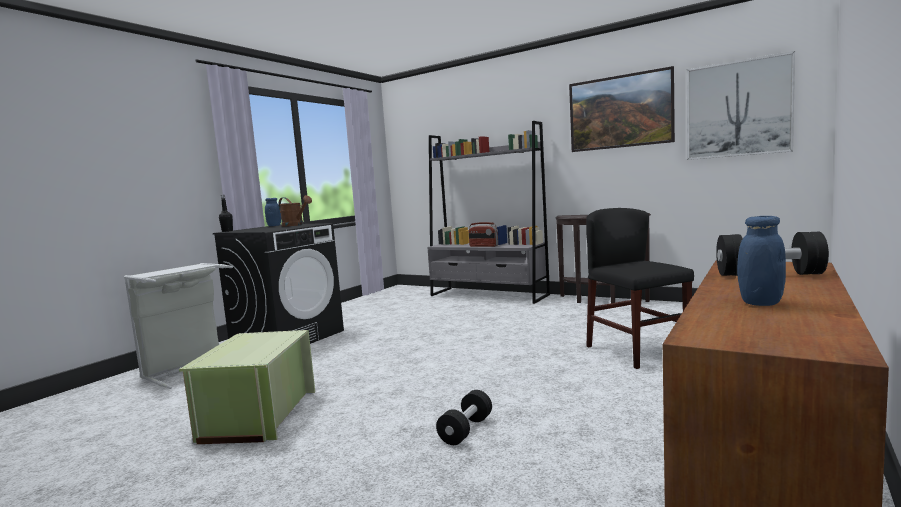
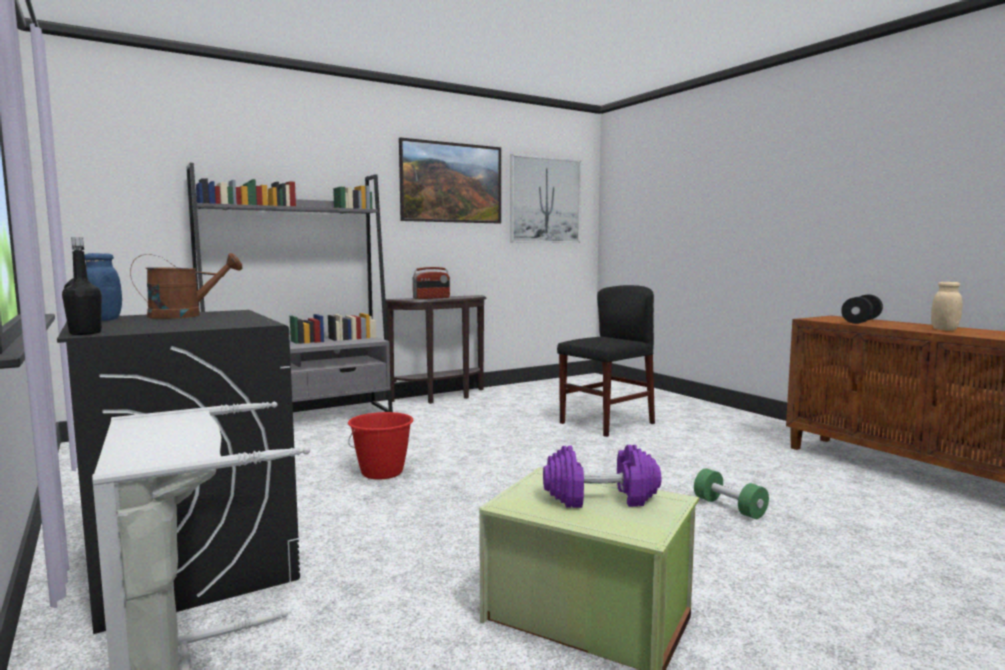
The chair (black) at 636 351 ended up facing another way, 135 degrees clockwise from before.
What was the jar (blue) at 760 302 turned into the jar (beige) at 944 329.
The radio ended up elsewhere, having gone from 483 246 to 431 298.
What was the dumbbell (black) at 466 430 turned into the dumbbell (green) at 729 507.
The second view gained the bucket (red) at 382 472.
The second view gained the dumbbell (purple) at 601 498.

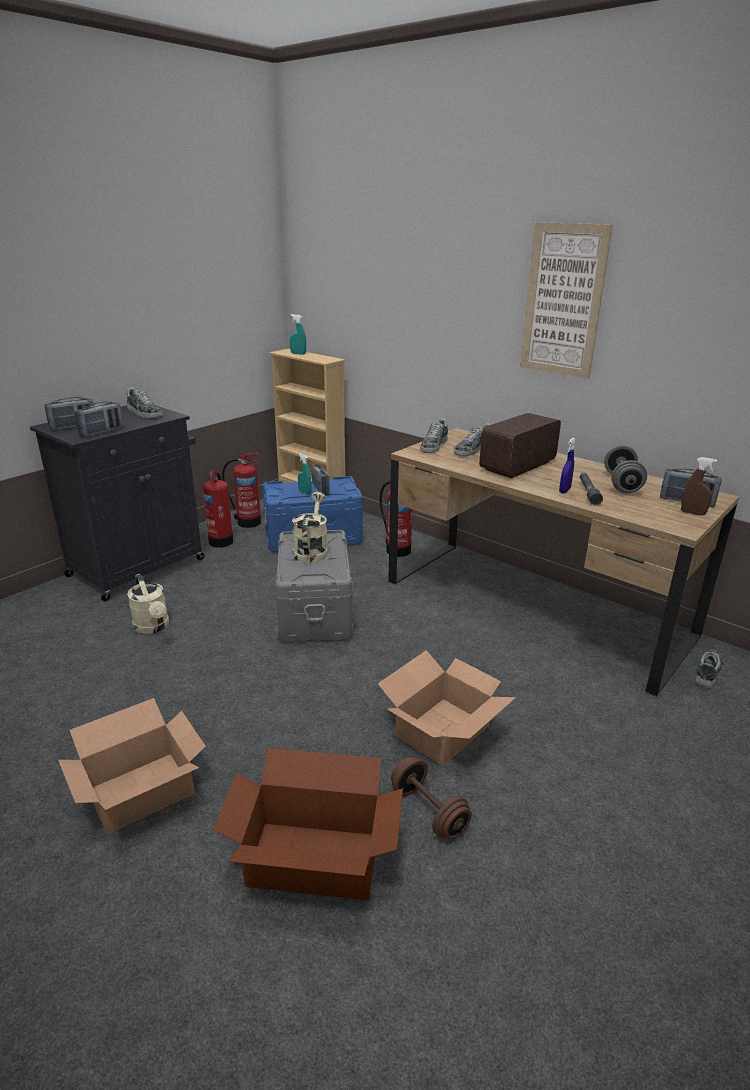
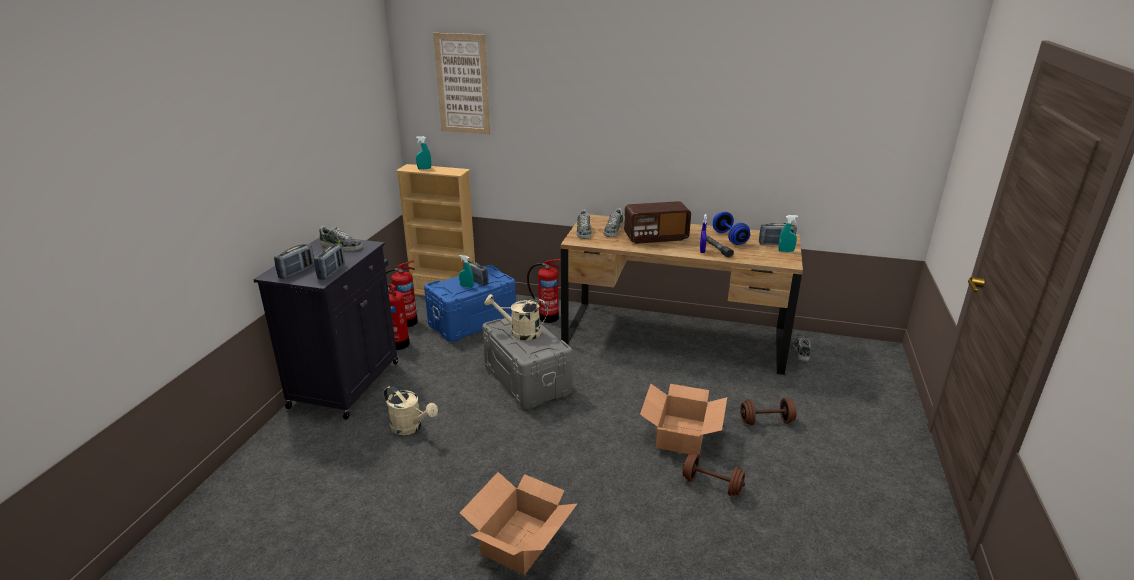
The picture ended up elsewhere, having gone from 563 301 to 462 84.
The radio at 518 466 ended up facing another way, 120 degrees counterclockwise from before.
What was the dumbbell (grey) at 622 483 turned into the dumbbell (blue) at 729 238.
What was the spray bottle (brown) at 693 513 turned into the spray bottle (turquoise) at 786 251.
The watering can (beige) at 311 550 ended up facing another way, 60 degrees counterclockwise from before.
The second view lost the cardboard box at 314 861.
The second view gained the dumbbell (brown) at 766 421.

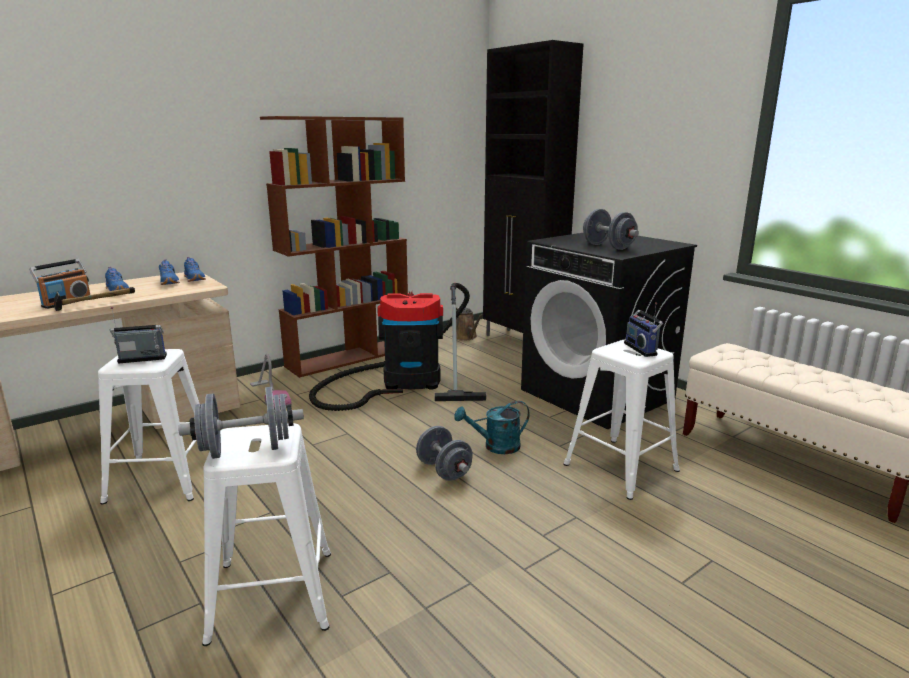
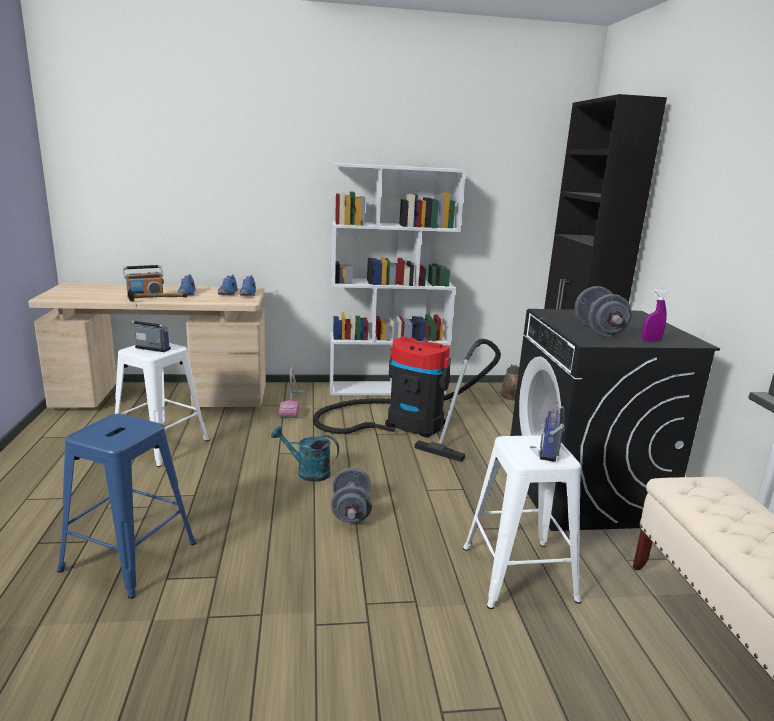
What was the bookcase (brown) at 349 357 turned into the bookcase (white) at 387 388.
The second view lost the dumbbell (grey) at 246 450.
The watering can (turquoise) ended up elsewhere, having gone from 495 447 to 307 472.
What was the stool (white) at 271 593 turned into the stool (blue) at 129 555.
The second view gained the spray bottle (purple) at 651 340.

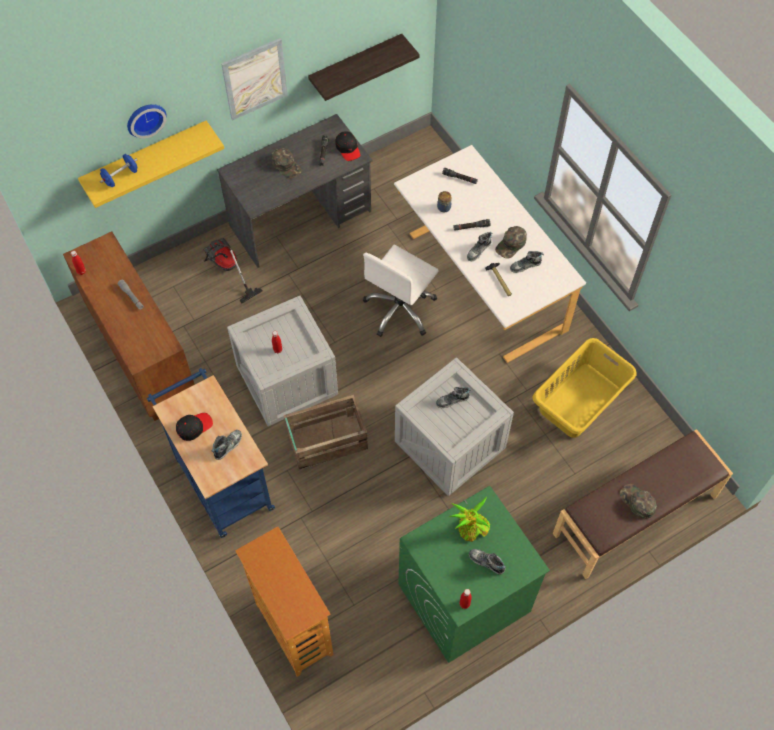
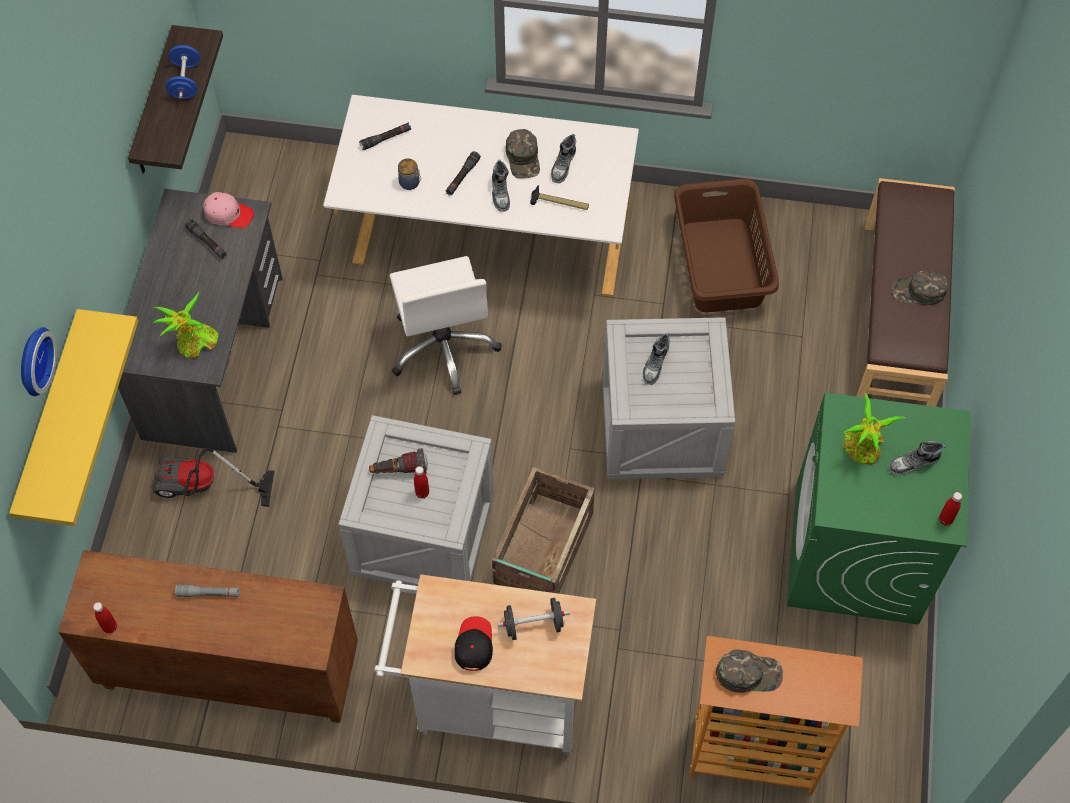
The second view lost the picture at 255 79.
What was the cap (black) at 348 148 turned into the cap (pink) at 228 214.
The cap (green) ended up elsewhere, having gone from 286 166 to 749 673.
The dumbbell (blue) ended up elsewhere, having gone from 120 177 to 185 81.
What was the laundry basket (yellow) at 580 400 turned into the laundry basket (brown) at 722 264.
What was the cart (blue) at 221 479 turned into the cart (white) at 490 701.
Where the shoe stood at 228 445, the dumbbell (black) came to stand at 533 625.
The second view gained the potted plant at 194 344.
The second view gained the flashlight at 399 470.

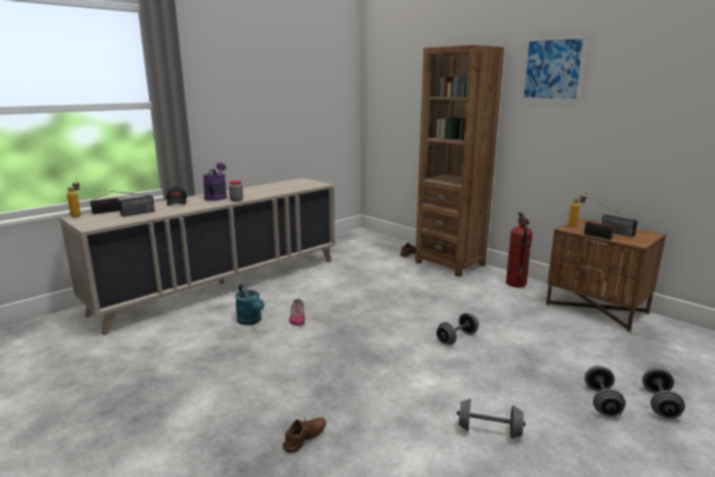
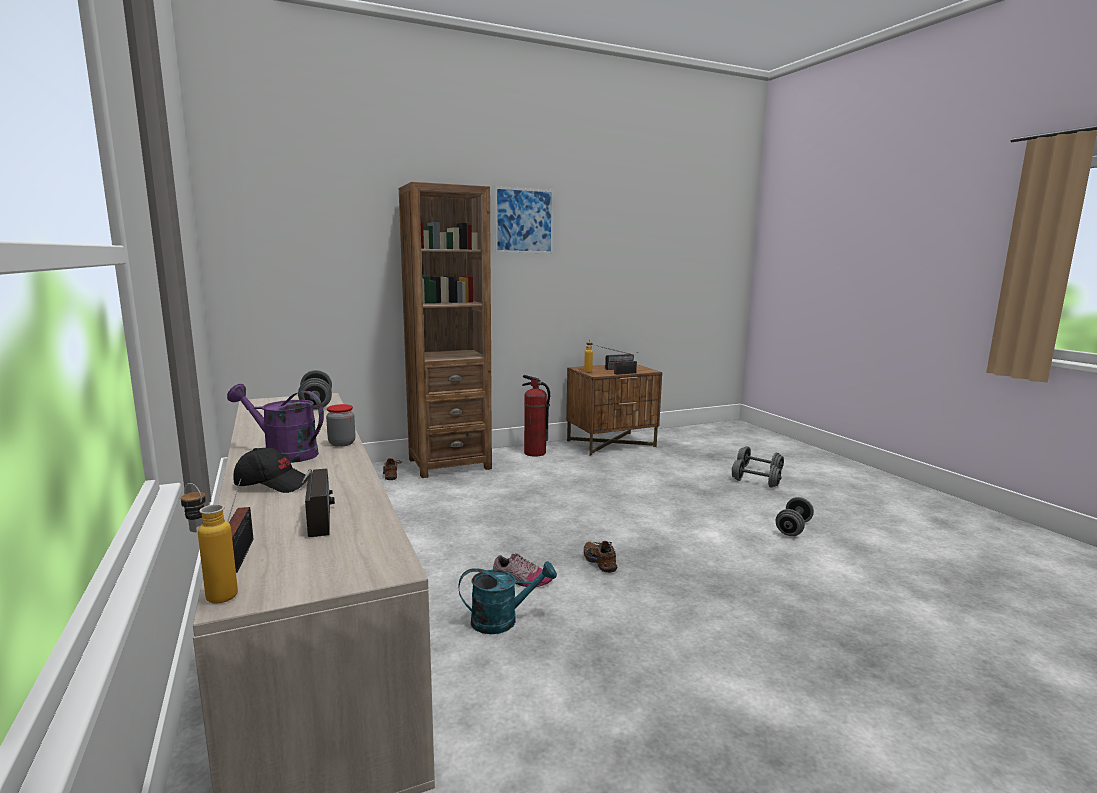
The dumbbell (grey) ended up elsewhere, having gone from 457 338 to 316 404.
The shoe (brown) ended up elsewhere, having gone from 305 440 to 601 562.

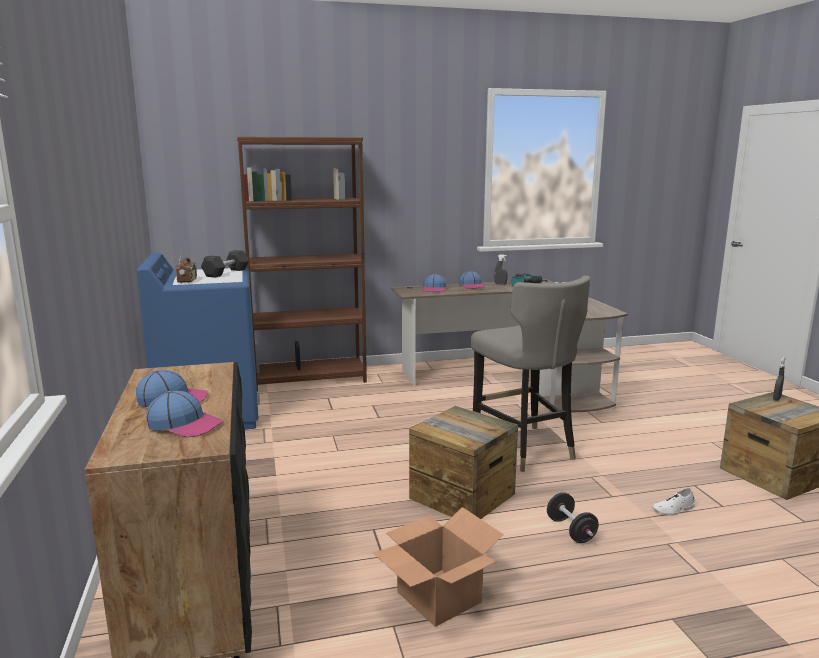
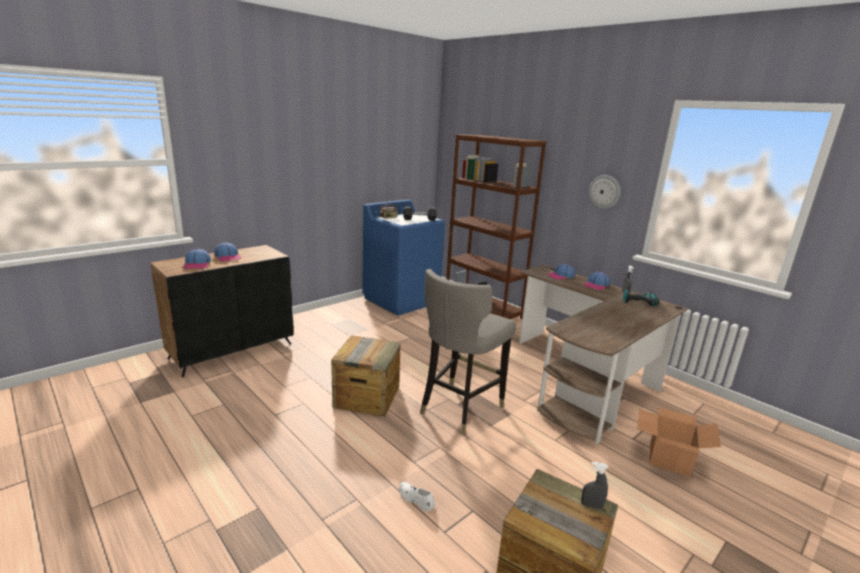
The second view lost the dumbbell (black) at 571 530.
The cardboard box ended up elsewhere, having gone from 440 597 to 669 459.
The second view gained the wall clock at 604 192.

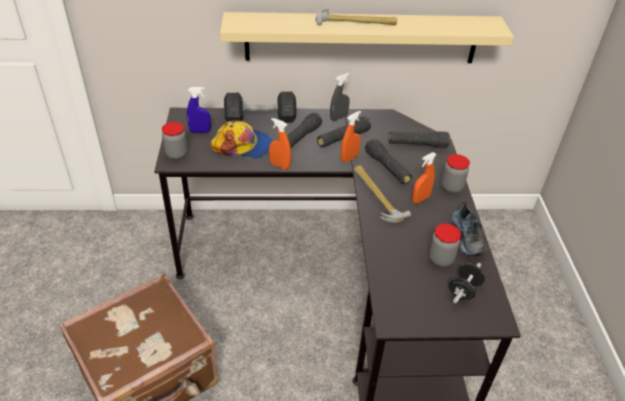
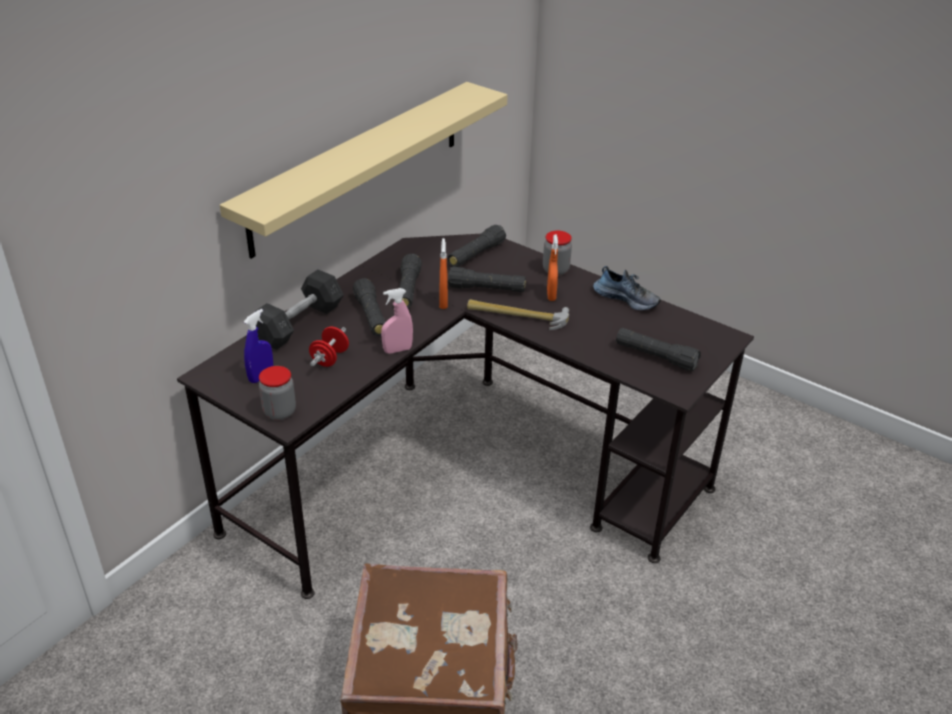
The second view lost the hammer at 355 22.
The second view lost the spray bottle (grey) at 338 118.
What was the spray bottle (orange) at 280 165 turned into the spray bottle (pink) at 397 350.
Where the cap stood at 242 145, the dumbbell (red) came to stand at 330 358.
The second view lost the jar at 440 259.
The second view lost the dumbbell (black) at 464 290.
The second view gained the flashlight (black) at 655 357.

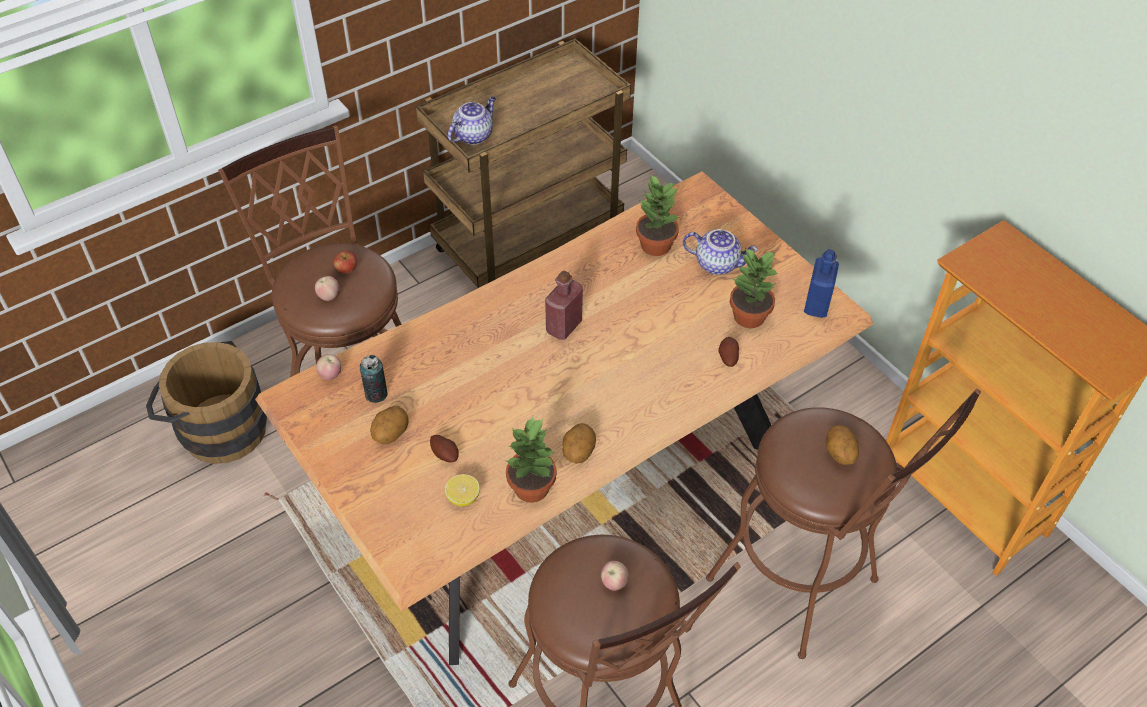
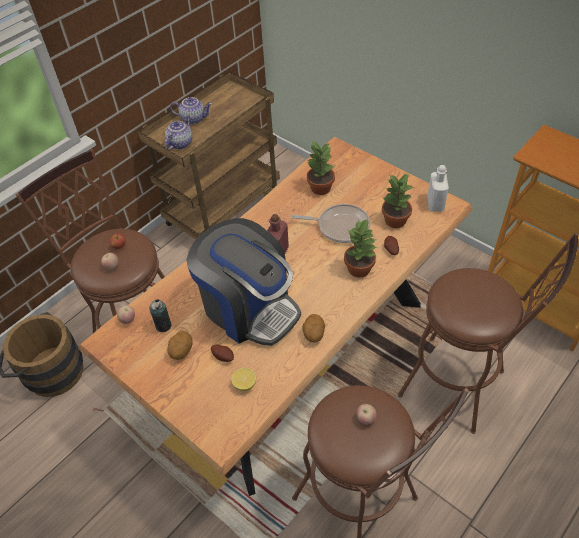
The teapot ended up elsewhere, having gone from 717 263 to 193 118.
What was the bottle (blue) at 817 305 turned into the bottle (white) at 435 204.
The potted plant ended up elsewhere, having gone from 532 488 to 359 269.
The second view lost the potato at 839 454.
The second view gained the frying pan at 340 226.
The second view gained the coffee machine at 249 308.

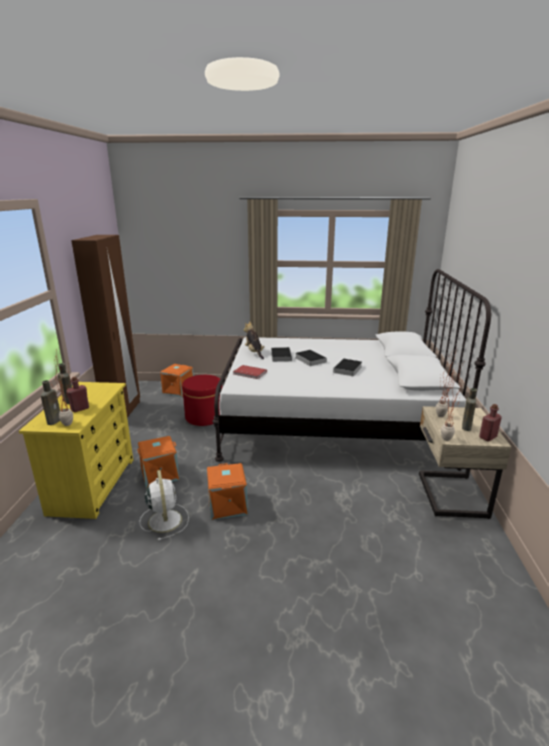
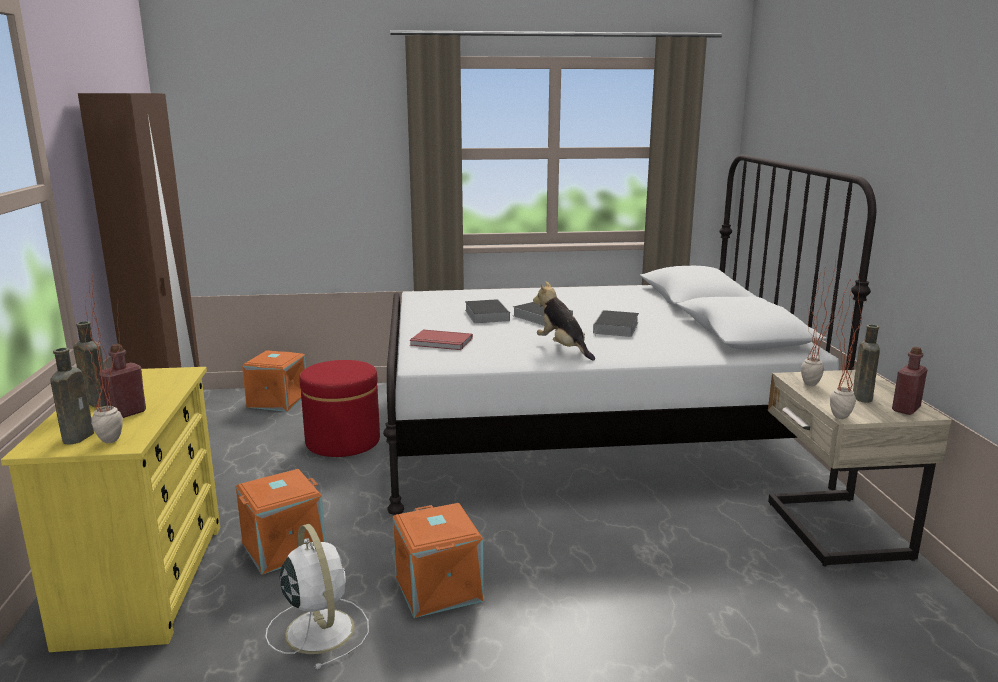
The plush toy ended up elsewhere, having gone from 254 352 to 563 348.

